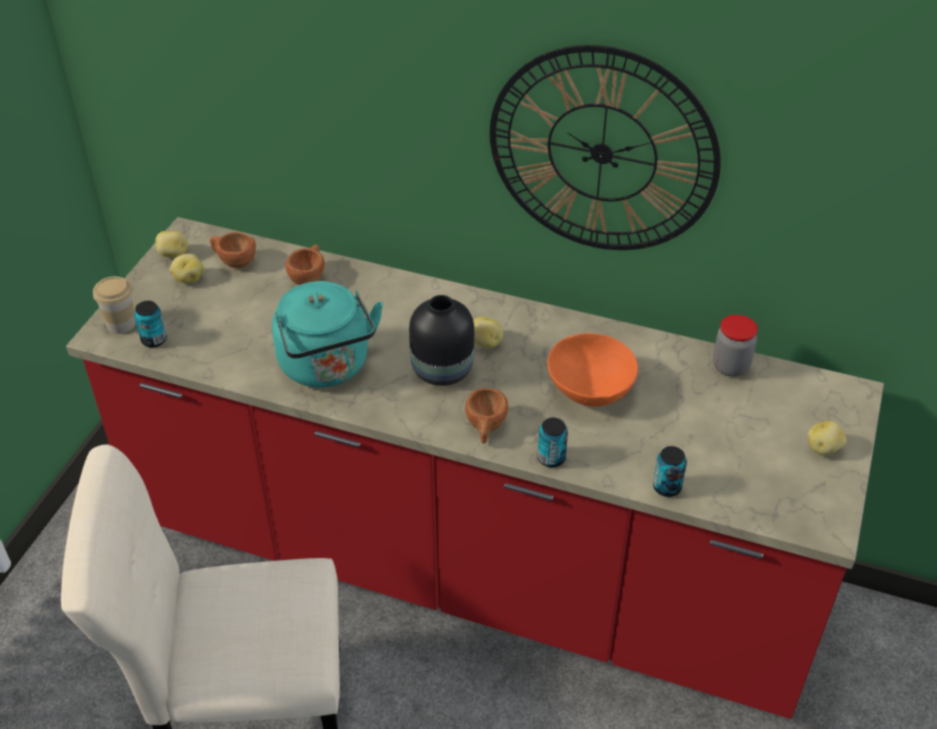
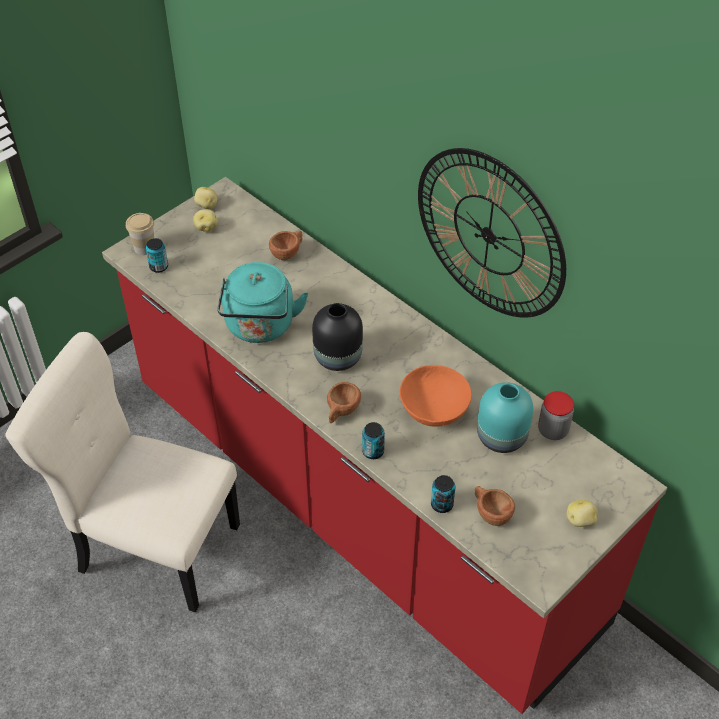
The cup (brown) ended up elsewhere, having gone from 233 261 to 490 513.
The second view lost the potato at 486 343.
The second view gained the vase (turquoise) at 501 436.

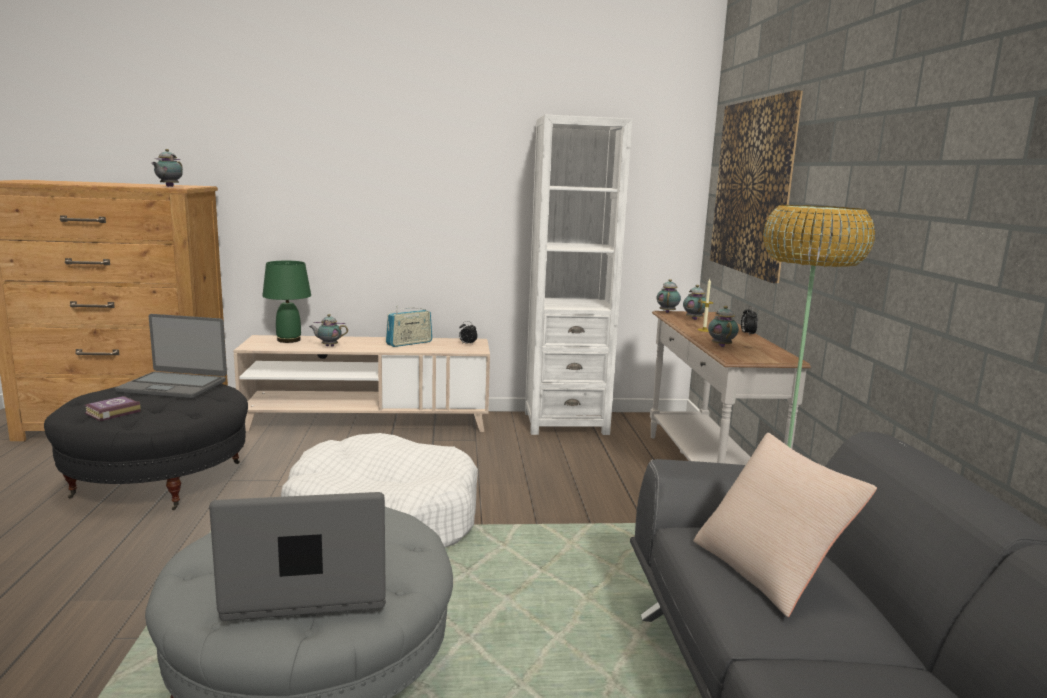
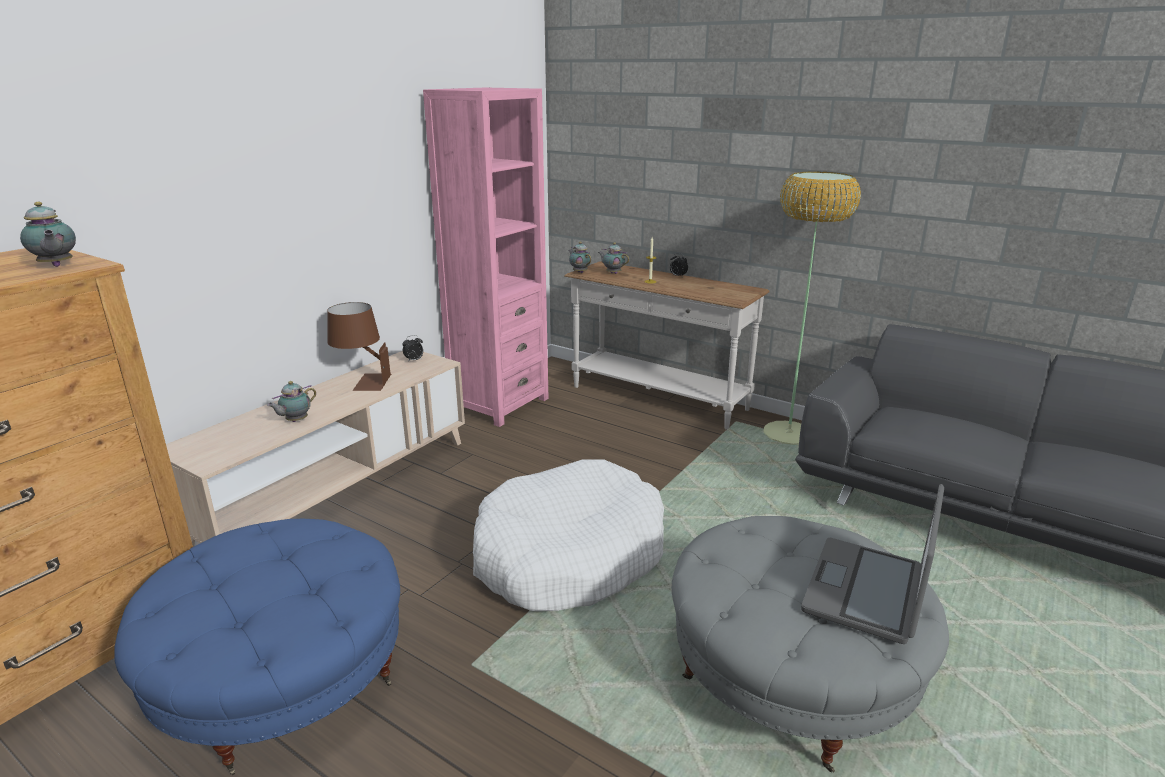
The second view lost the picture at 753 187.
What was the bookcase (white) at 565 423 turned into the bookcase (pink) at 499 404.
The second view lost the table lamp (green) at 288 340.
Where the radio stood at 409 343, the table lamp (brown) came to stand at 362 382.
The second view lost the teapot at 721 346.
The second view lost the laptop at 174 386.
What was the ottoman (black) at 158 480 turned into the ottoman (blue) at 283 679.
The second view lost the book at 111 412.
The second view lost the pillow (beige) at 769 569.

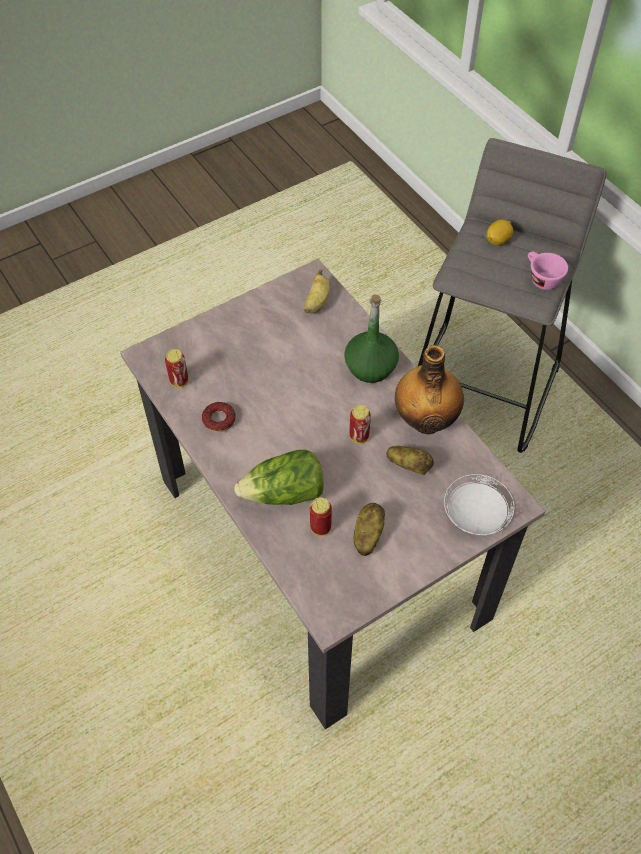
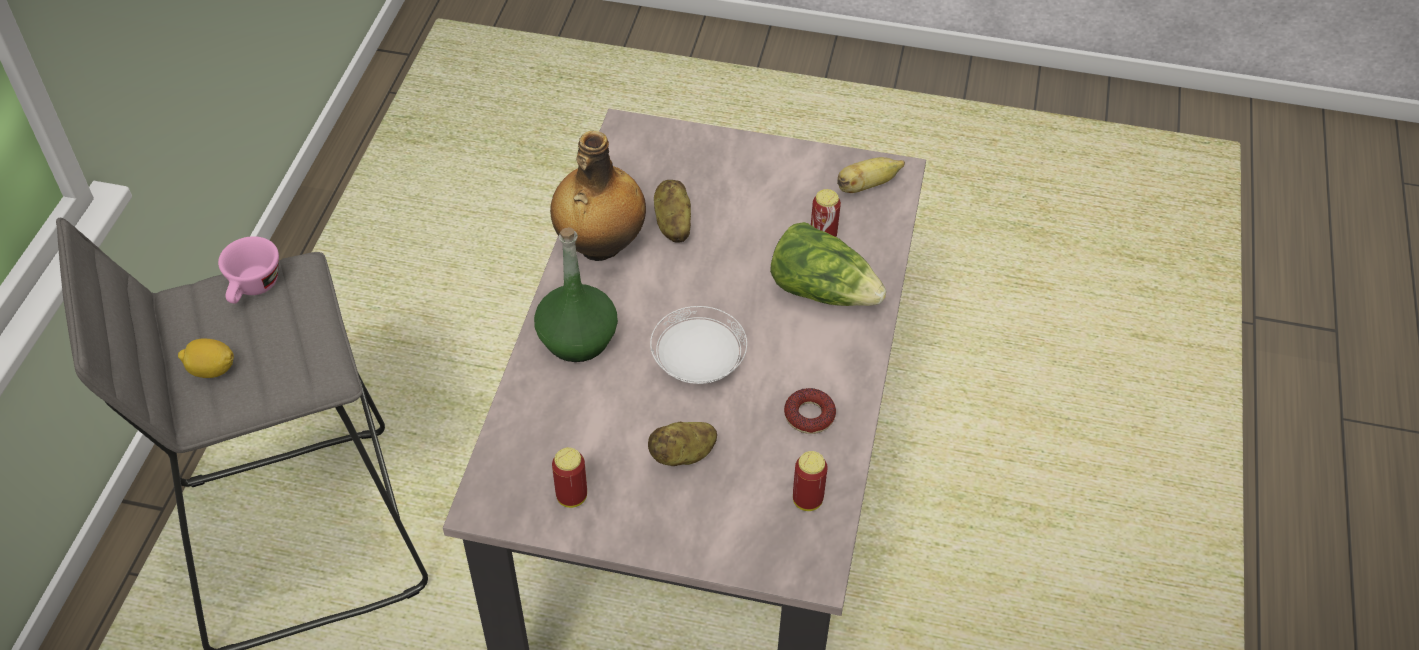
The banana ended up elsewhere, having gone from 317 303 to 866 186.
The can ended up elsewhere, having gone from 359 436 to 572 496.
The plate (white) ended up elsewhere, having gone from 475 515 to 699 362.
The potato ended up elsewhere, having gone from 367 535 to 683 455.

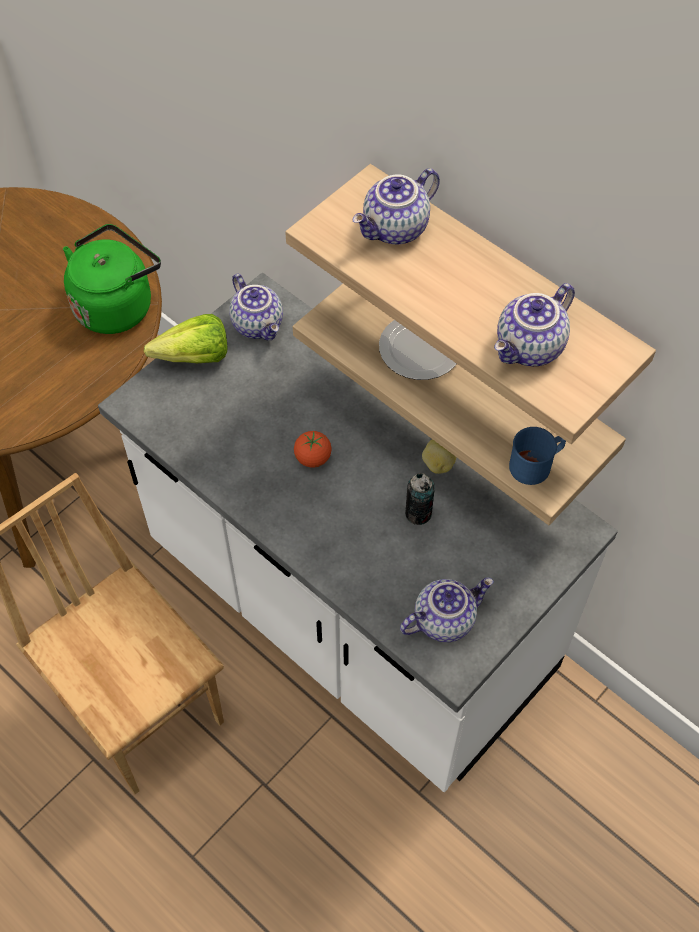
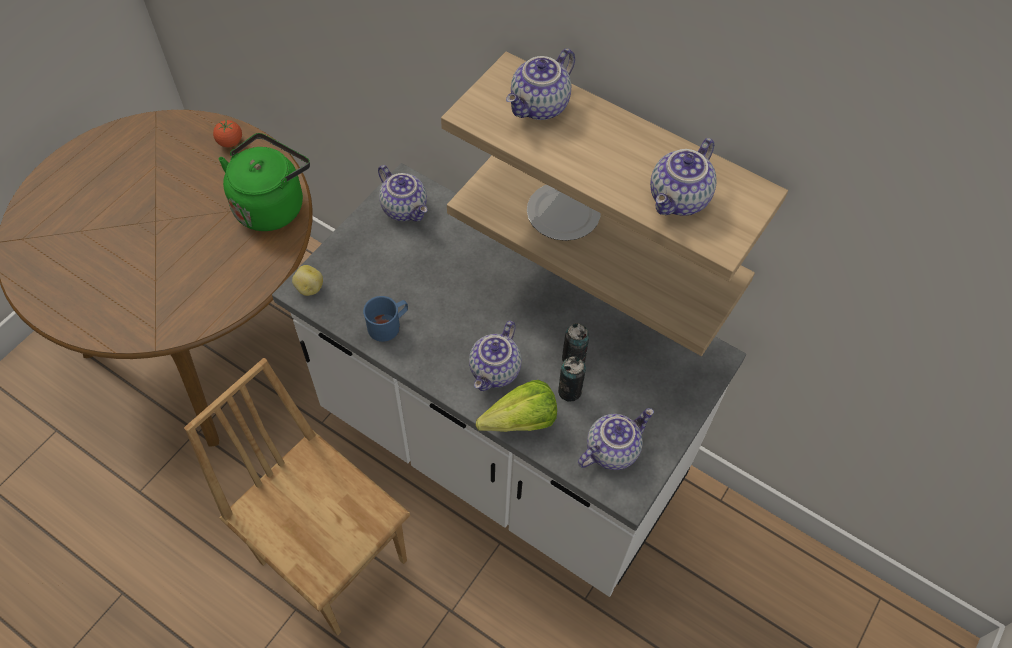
The lettuce ended up elsewhere, having gone from 187 357 to 513 422.
The mug (blue) ended up elsewhere, having gone from 535 464 to 388 325.
The tomato ended up elsewhere, having gone from 313 458 to 230 142.
The potato ended up elsewhere, having gone from 437 464 to 309 288.
The second view gained the teapot at 496 371.
The second view gained the can at 569 391.

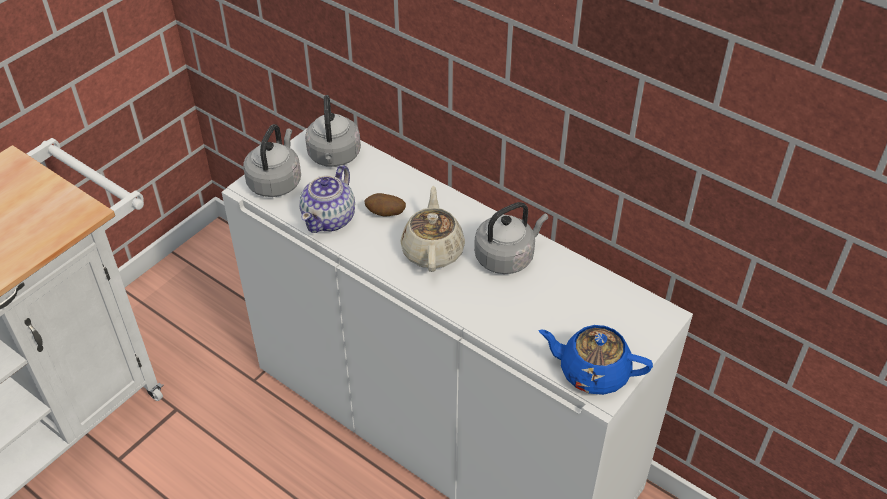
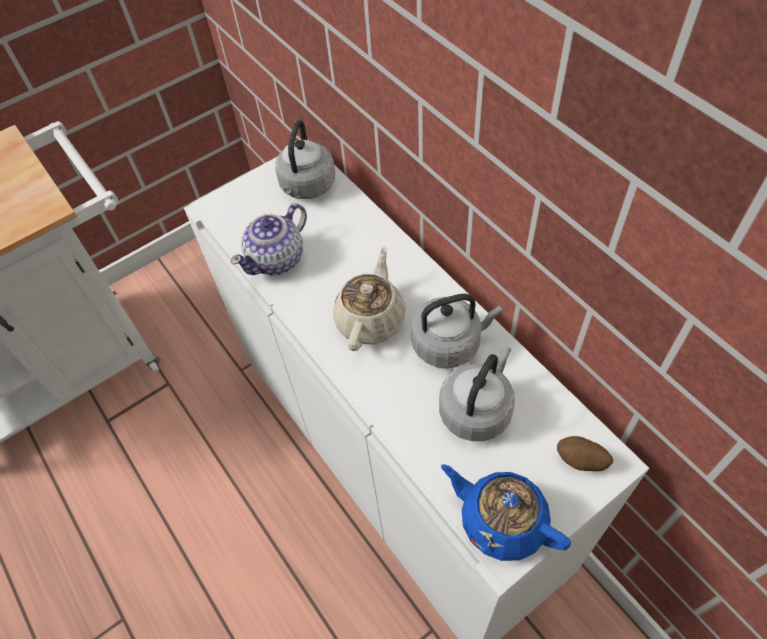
The kettle (grey) ended up elsewhere, having gone from 276 182 to 477 409.
The potato ended up elsewhere, having gone from 385 214 to 581 461.

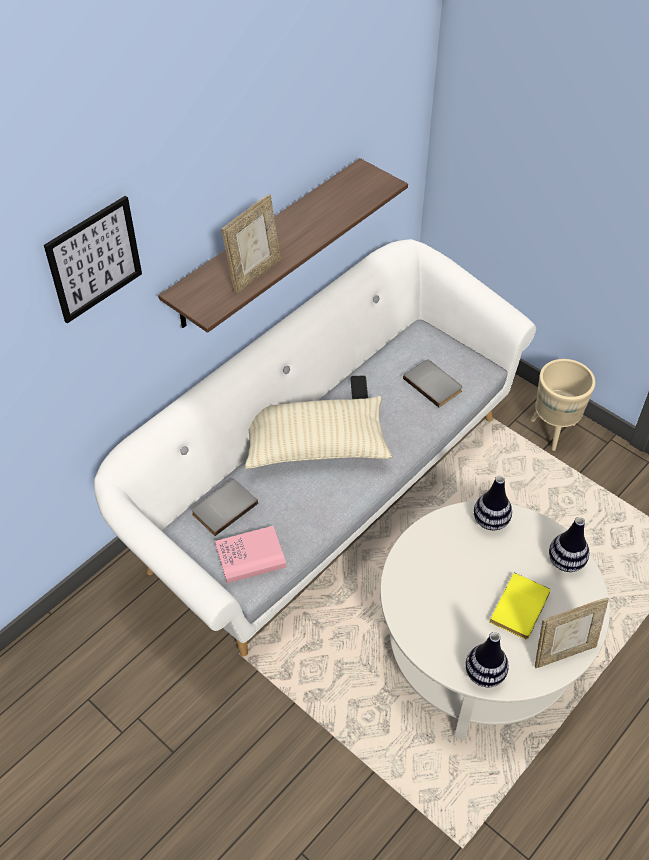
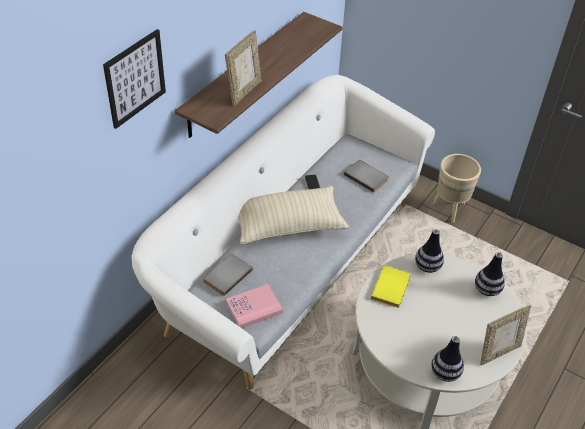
The book (yellow) ended up elsewhere, having gone from 522 608 to 392 288.

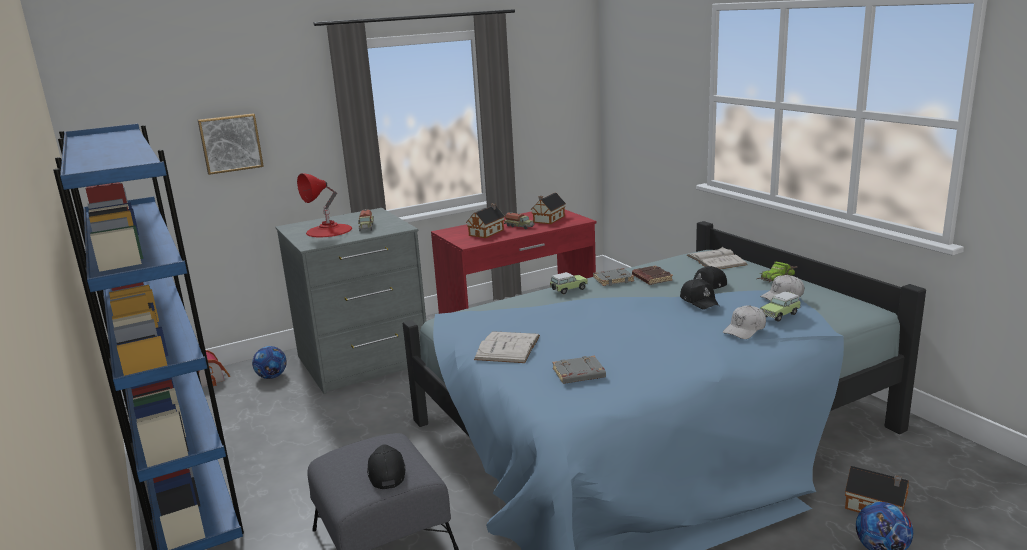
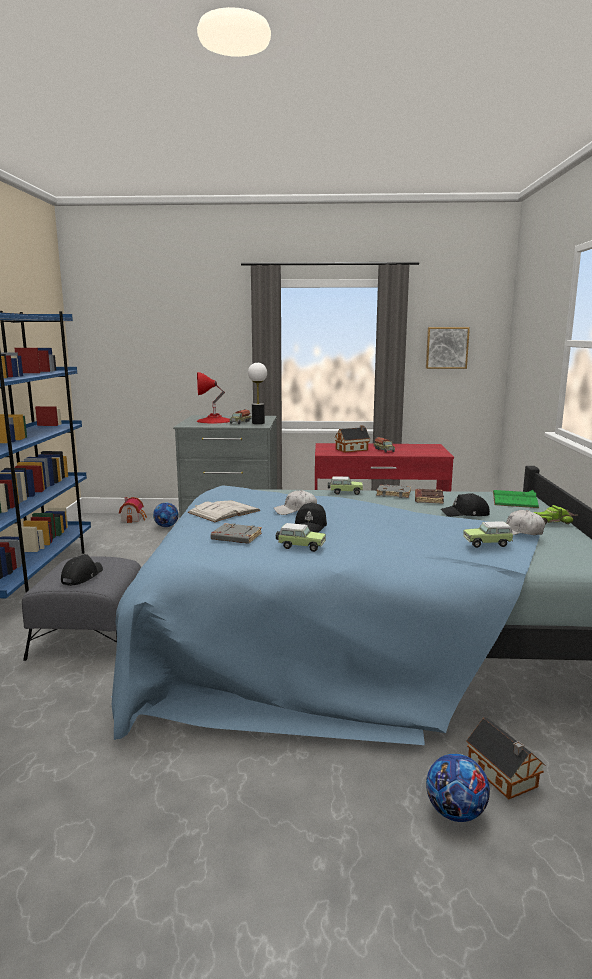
The picture ended up elsewhere, having gone from 230 143 to 446 348.
The second view lost the toy house at 548 219.
What was the book (white) at 716 260 turned into the book (green) at 514 499.
The cap (black) ended up elsewhere, having gone from 699 301 to 311 526.
The cap (white) ended up elsewhere, having gone from 745 330 to 295 511.
The second view gained the table lamp at 258 423.
The second view gained the toy car at 300 547.

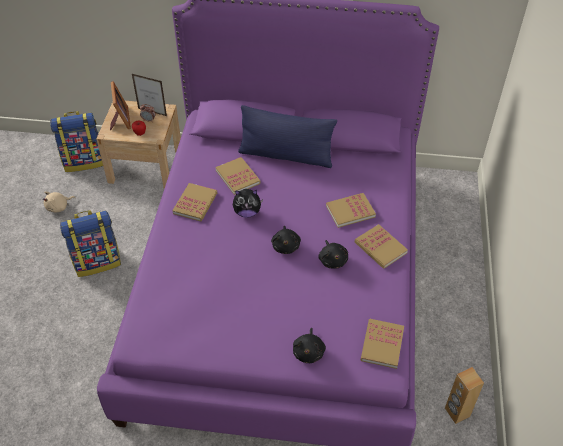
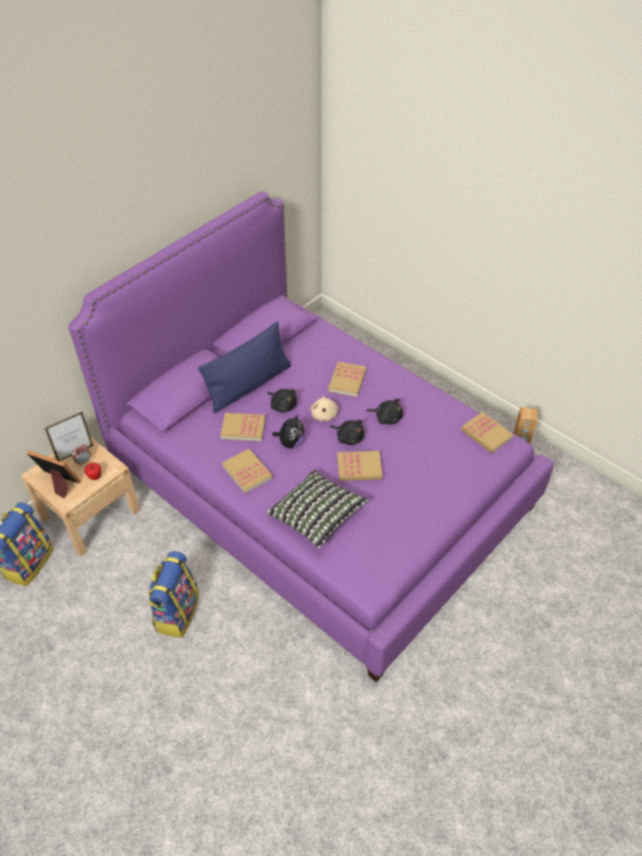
The plush toy (beige) ended up elsewhere, having gone from 59 207 to 324 414.
The book ended up elsewhere, having gone from 380 247 to 359 467.
The plush toy (black) ended up elsewhere, having gone from 309 351 to 283 405.
The second view gained the pillow at 316 516.

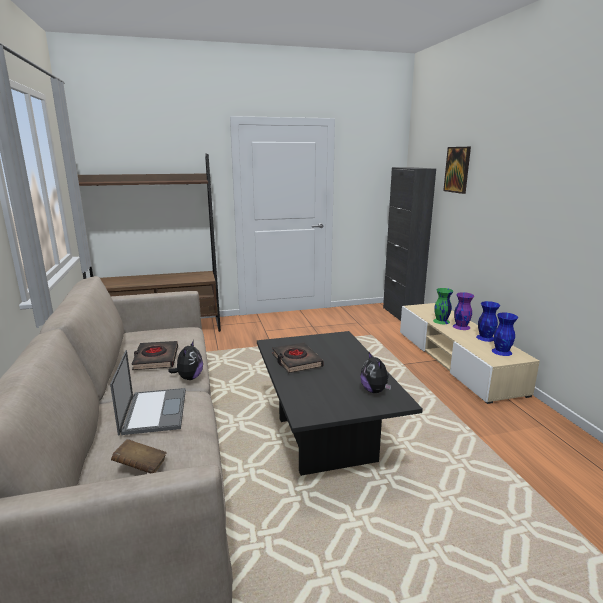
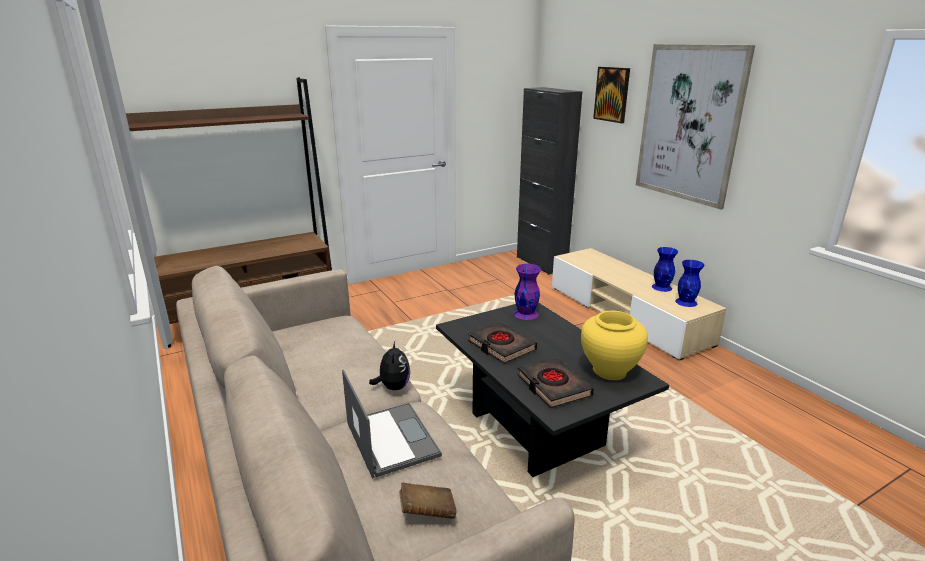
The second view lost the vase (green) at 441 321.
The vase (purple) ended up elsewhere, having gone from 461 326 to 526 313.
The book (black) ended up elsewhere, having gone from 156 359 to 553 386.
Where the plush toy stood at 375 391, the vase (yellow) came to stand at 609 371.
The second view gained the picture at 689 124.

